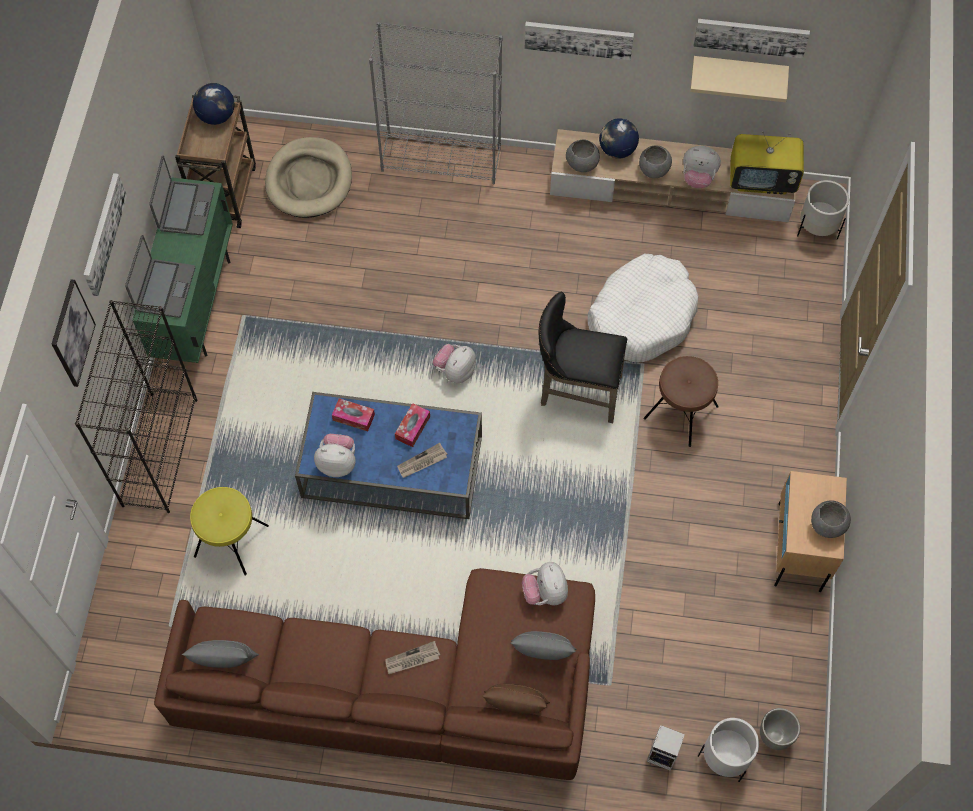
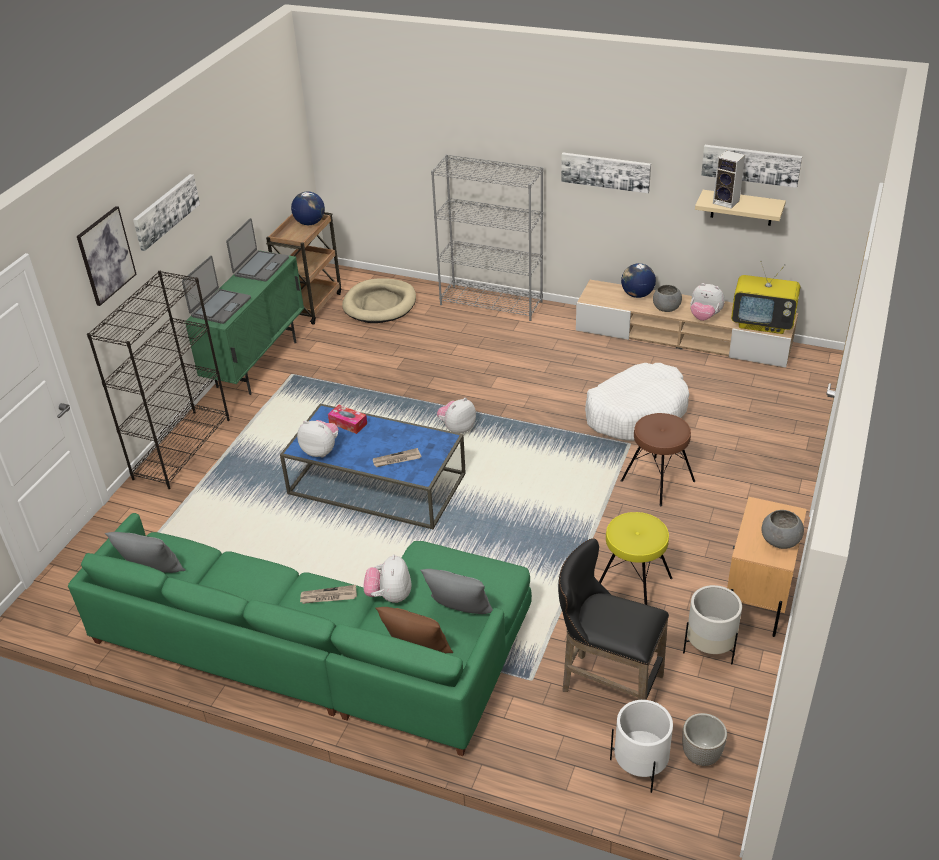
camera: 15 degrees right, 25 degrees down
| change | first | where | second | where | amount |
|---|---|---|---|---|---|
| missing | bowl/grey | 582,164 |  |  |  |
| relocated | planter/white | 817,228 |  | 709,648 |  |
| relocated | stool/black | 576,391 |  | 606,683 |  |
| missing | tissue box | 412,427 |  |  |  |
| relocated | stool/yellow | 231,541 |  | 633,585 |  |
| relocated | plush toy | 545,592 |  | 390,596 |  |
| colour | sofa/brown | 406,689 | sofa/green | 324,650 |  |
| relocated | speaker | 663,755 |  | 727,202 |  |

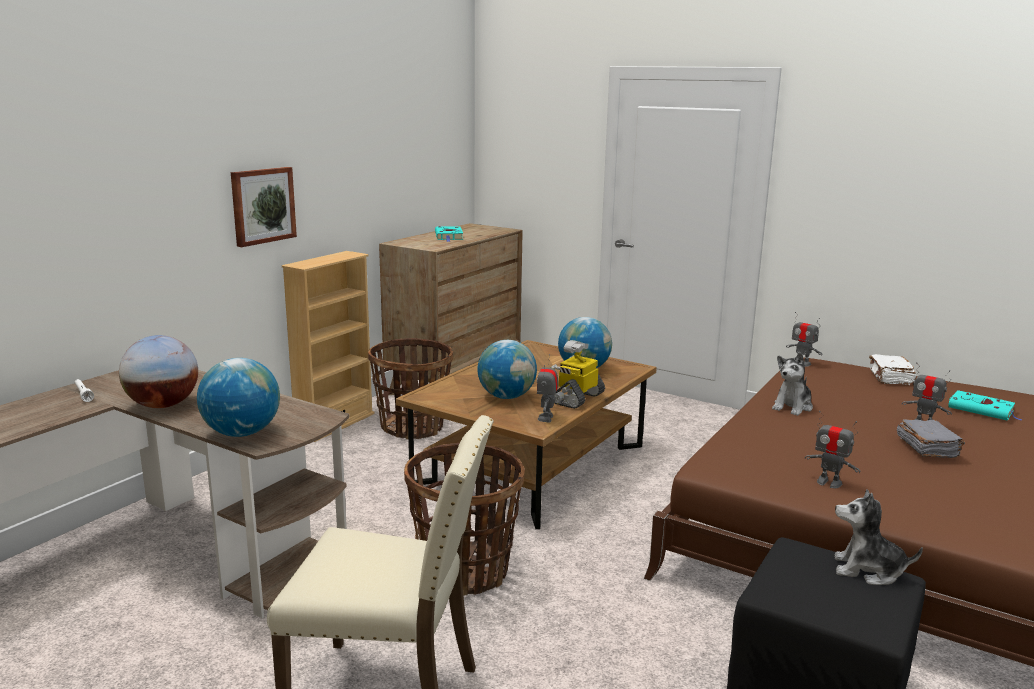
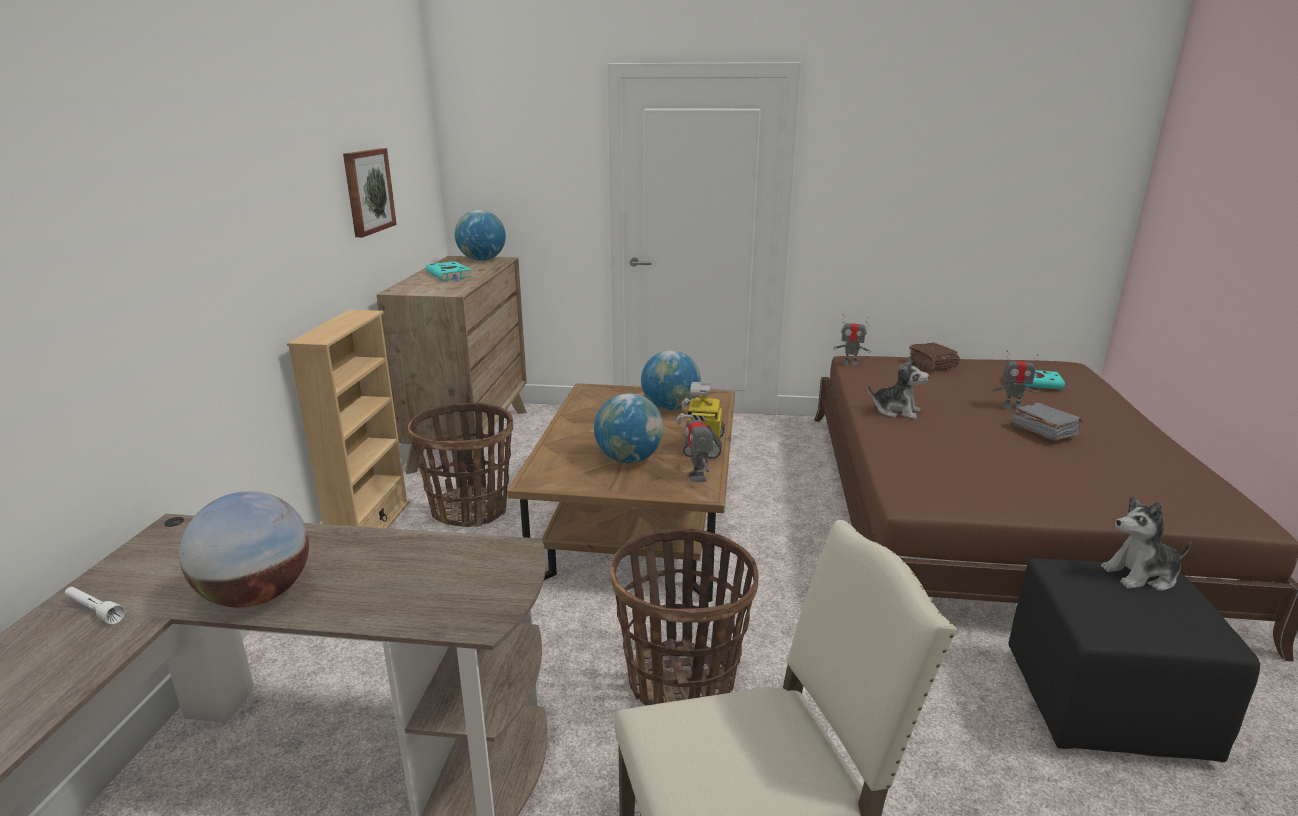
camera: 25 degrees left, 5 degrees up
| change | first | where | second | where | amount |
|---|---|---|---|---|---|
| relocated | picture | 262,205 |  | 368,191 |  |
| spun | plush toy | 792,407 |  | 896,411 | 75 degrees counterclockwise |
| colour | book/white | 890,378 | book/brown | 932,364 |  |
| relocated | globe | 242,433 |  | 482,260 |  |
| missing | toy robot | 829,483 |  |  |  |

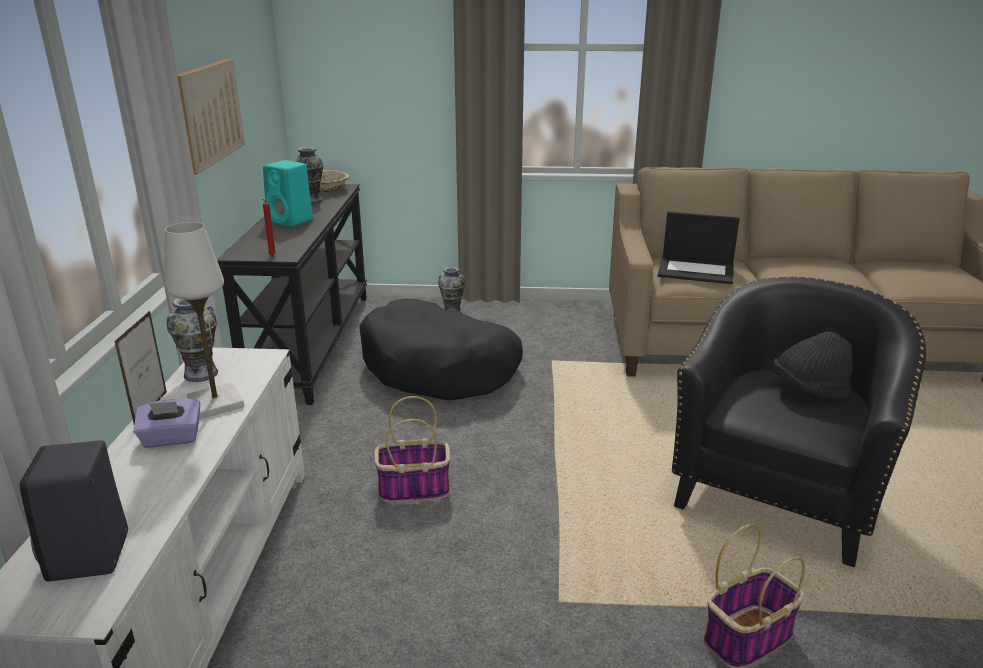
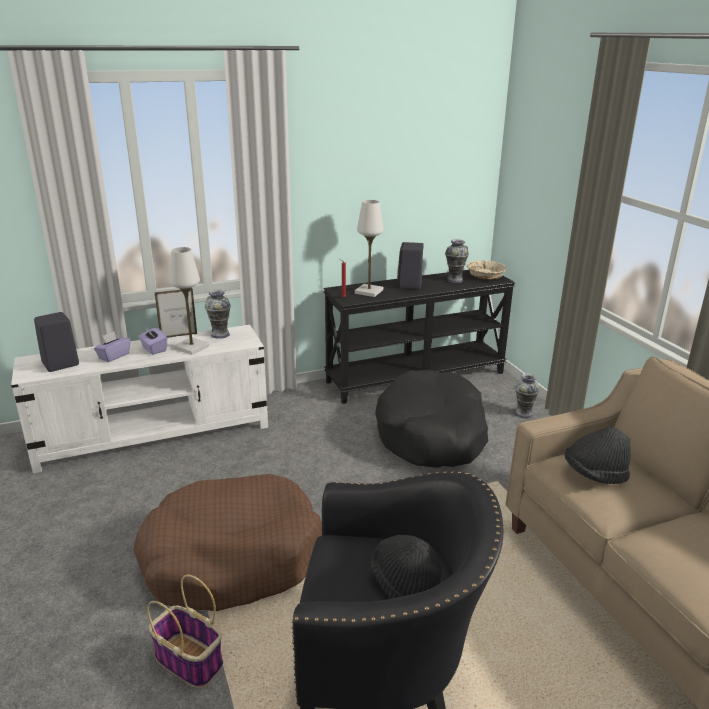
camera: 65 degrees right, 0 degrees up
| change | first | where | second | where | amount |
|---|---|---|---|---|---|
| missing | picture | 207,113 |  |  |  |
| colour | speaker/turquoise | 292,221 | speaker/black | 409,285 |  |
| exchanged | laptop | 697,271 | hat/black | 595,474 |  |
| missing | basket | 413,489 |  |  |  |
| appeared |  |  | table lamp/white | 369,292 |  |
| appeared |  |  | tissue box/purple | 114,356 |  |
| appeared |  |  | dog bed/brown | 232,558 |  |

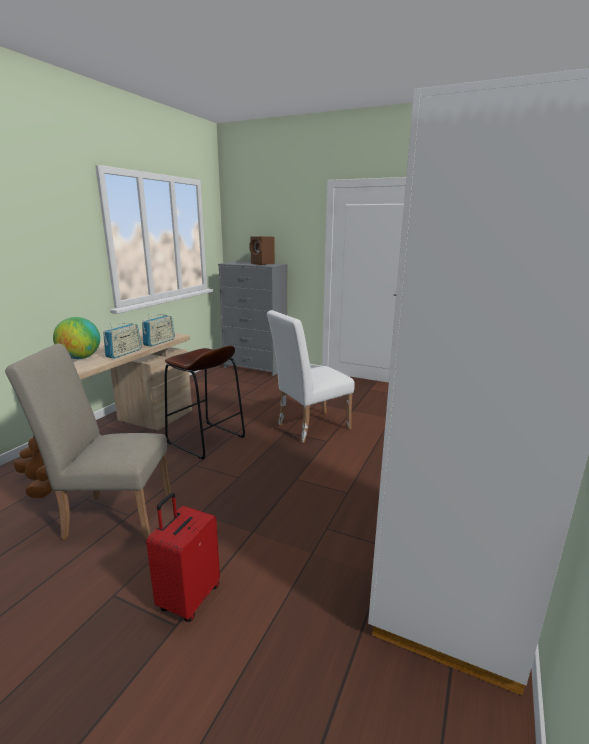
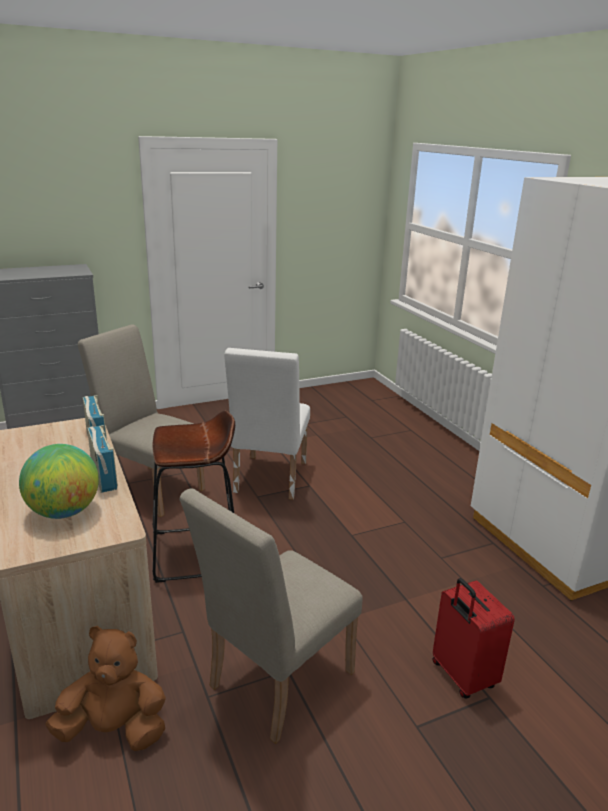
camera: 50 degrees left, 5 degrees up
| change | first | where | second | where | amount |
|---|---|---|---|---|---|
| missing | speaker/brown | 263,264 |  |  |  |
| appeared |  |  | chair/beige | 150,487 |  |

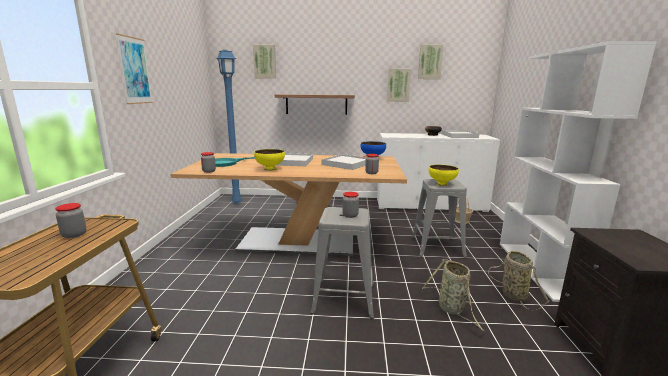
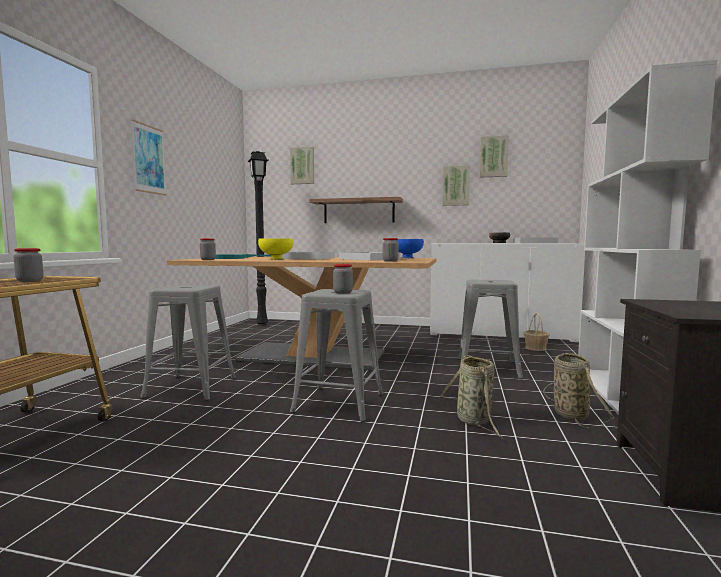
camera: 10 degrees right, 10 degrees down
| change | first | where | second | where | amount |
|---|---|---|---|---|---|
| colour | floor lamp/blue | 237,202 | floor lamp/black | 263,325 |  |
| missing | bowl/yellow | 441,184 |  |  |  |
| appeared |  |  | stool/grey | 191,387 |  |

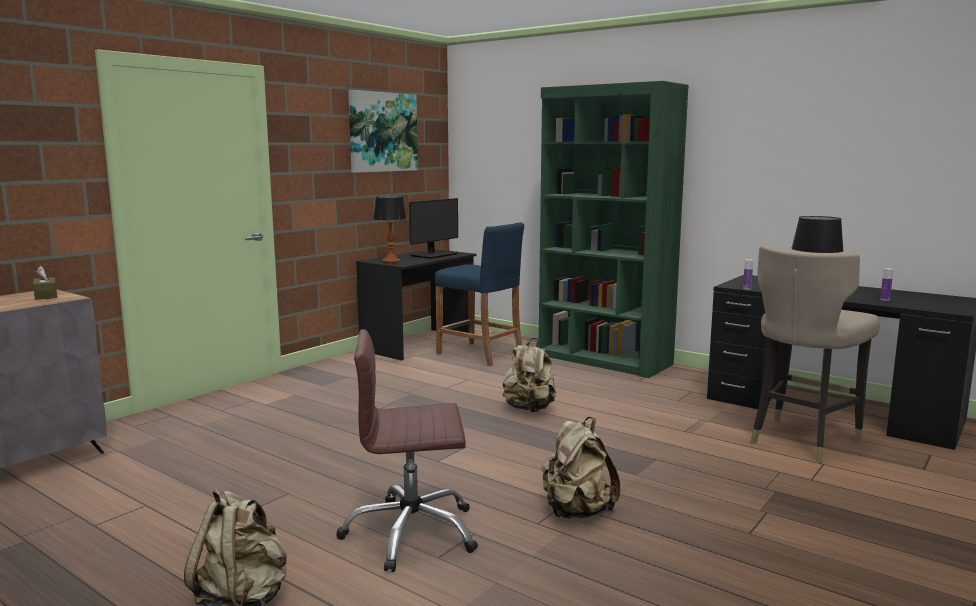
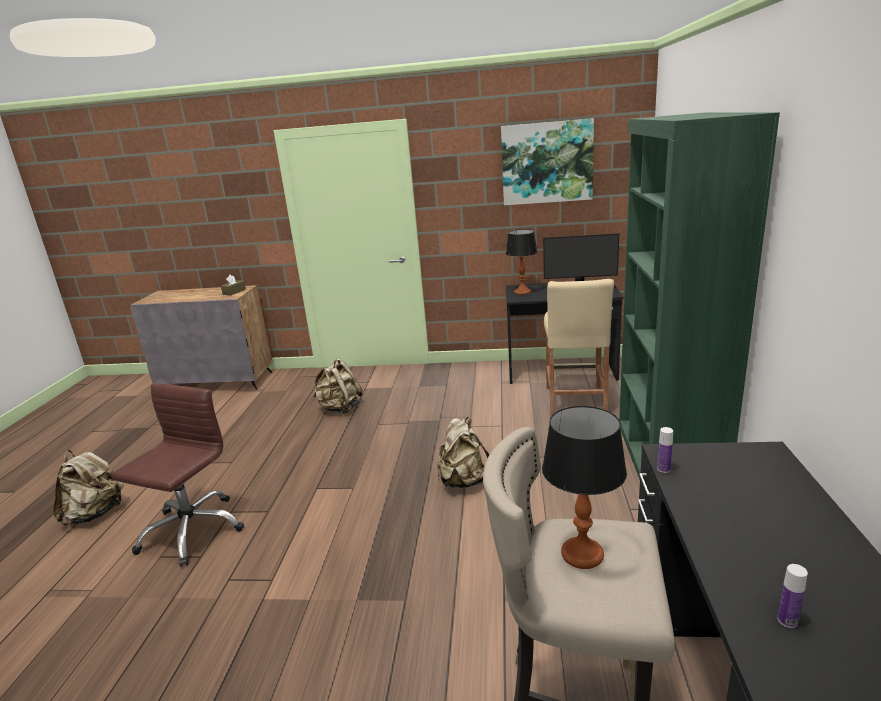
camera: 60 degrees right, 10 degrees up
| change | first | where | second | where | amount |
|---|---|---|---|---|---|
| colour | stool/blue | 479,354 | stool/beige | 575,402 |  |
| spun | office chair/brown | 411,533 |  | 191,530 | 60 degrees clockwise |
| relocated | backpack/beige | 576,512 |  | 340,408 |  |

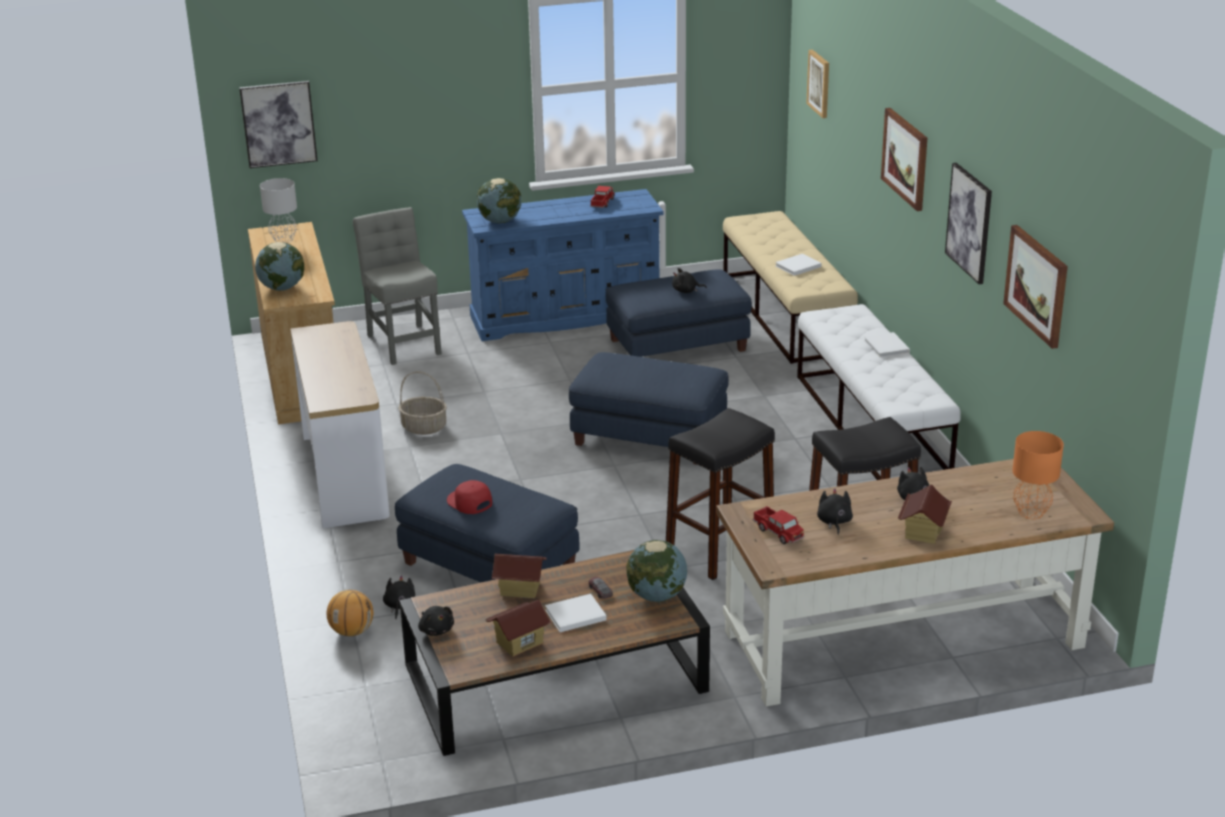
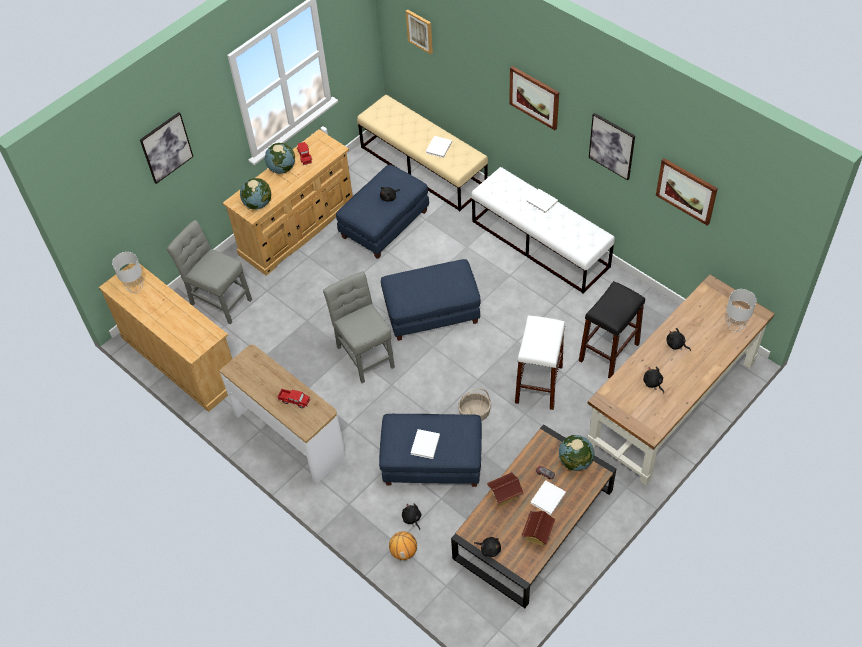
camera: 30 degrees left, 25 degrees up
| change | first | where | second | where | amount |
|---|---|---|---|---|---|
| relocated | picture | 278,124 |  | 166,147 |  |
| colour | dresser/blue | 567,316 | dresser/beige | 298,228 |  |
| relocated | globe | 282,288 |  | 282,168 |  |
| relocated | basket | 423,427 |  | 474,413 |  |
| colour | stool/black | 719,549 | stool/white | 538,384 |  |
| colour | table lamp/orange | 1031,513 | table lamp/grey | 735,327 |  |
| exchanged | cap/red | 469,502 | book/white | 425,445 |  |
| missing | toy house | 922,532 |  |  |  |
| relocated | toy truck | 778,532 |  | 294,400 |  |
| appeared |  |  | chair/grey | 364,354 |  |

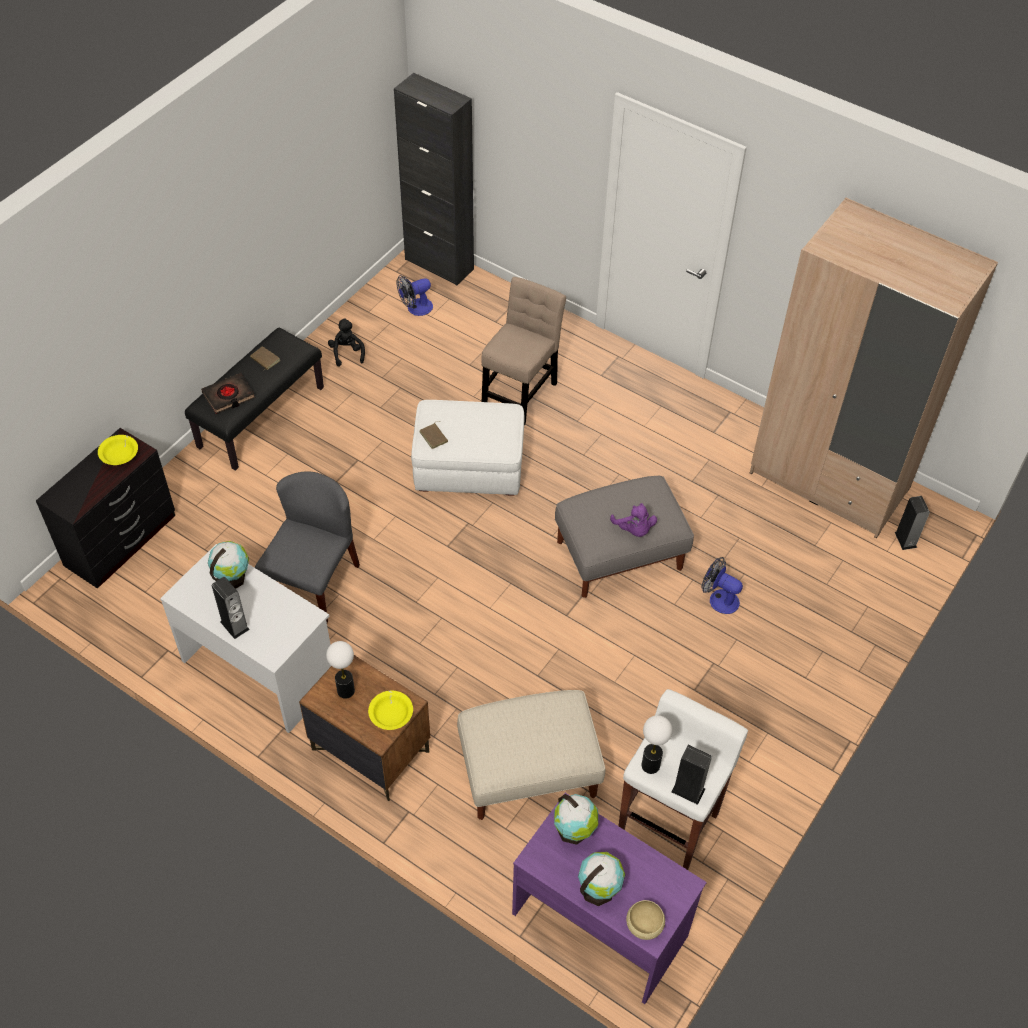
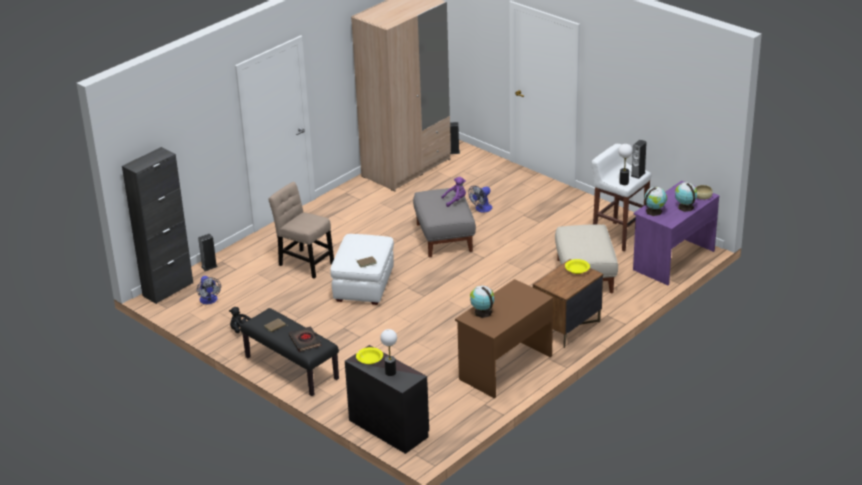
camera: 80 degrees left, 20 degrees down
| change | first | where | second | where | amount |
|---|---|---|---|---|---|
| missing | chair/grey | 313,584 |  |  |  |
| colour | desk/white | 260,669 | desk/brown | 504,367 |  |
| relocated | speaker | 234,625 |  | 209,266 |  |
| relocated | table lamp | 345,691 |  | 390,372 |  |

